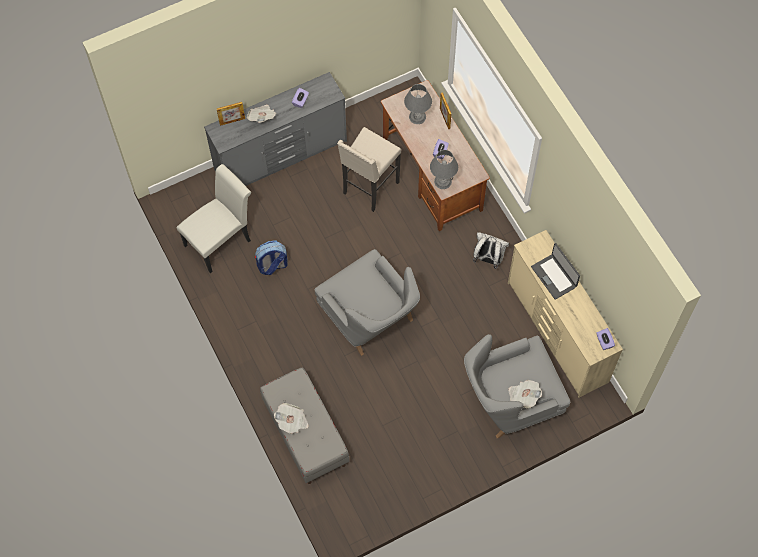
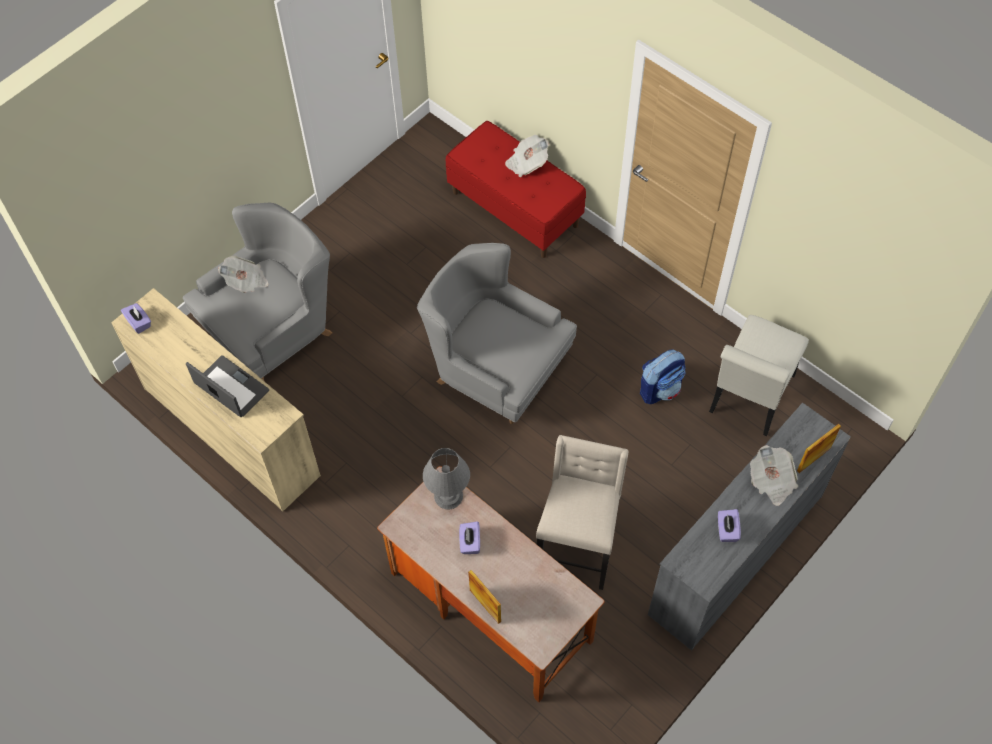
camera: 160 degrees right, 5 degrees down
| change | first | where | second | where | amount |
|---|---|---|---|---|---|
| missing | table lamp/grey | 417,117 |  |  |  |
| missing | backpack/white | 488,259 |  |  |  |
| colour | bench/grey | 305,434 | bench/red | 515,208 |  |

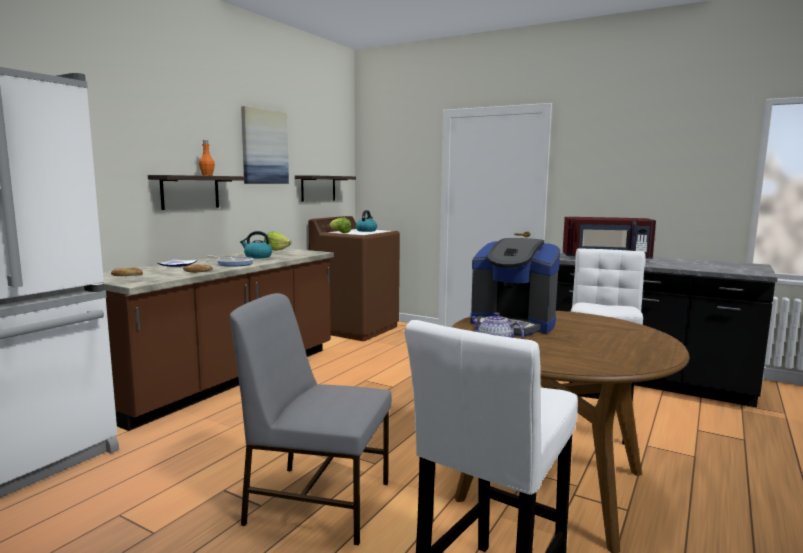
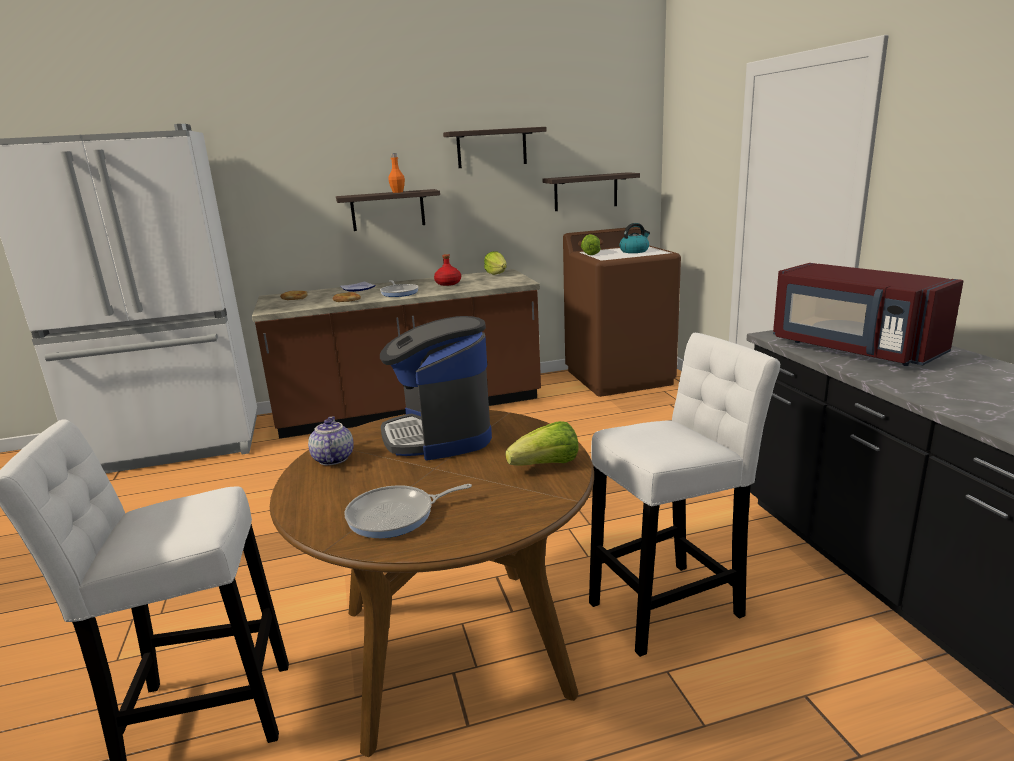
camera: 45 degrees right, 10 degrees up
| change | first | where | second | where | amount |
|---|---|---|---|---|---|
| exchanged | picture | 264,147 | shelf | 491,148 |  |
| exchanged | kettle | 257,257 | bottle/red | 448,283 |  |
| missing | chair/grey | 317,501 |  |  |  |
| appeared |  |  | lettuce | 546,465 |  |
| appeared |  |  | frying pan | 396,516 |  |

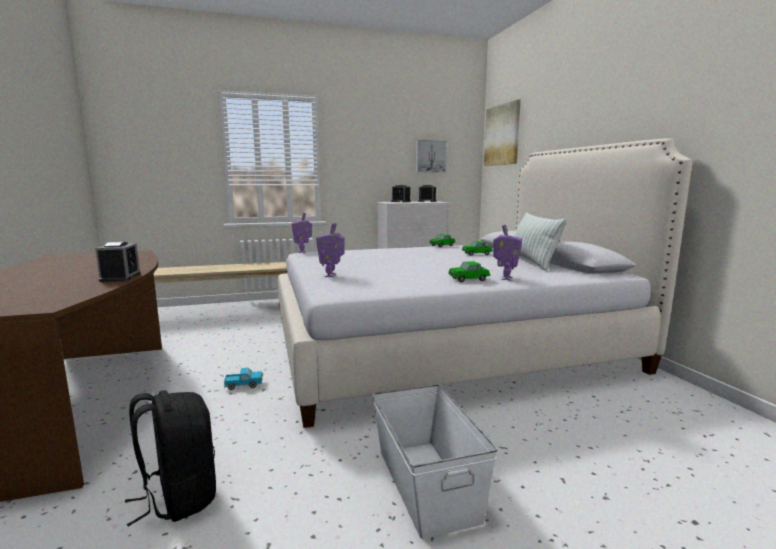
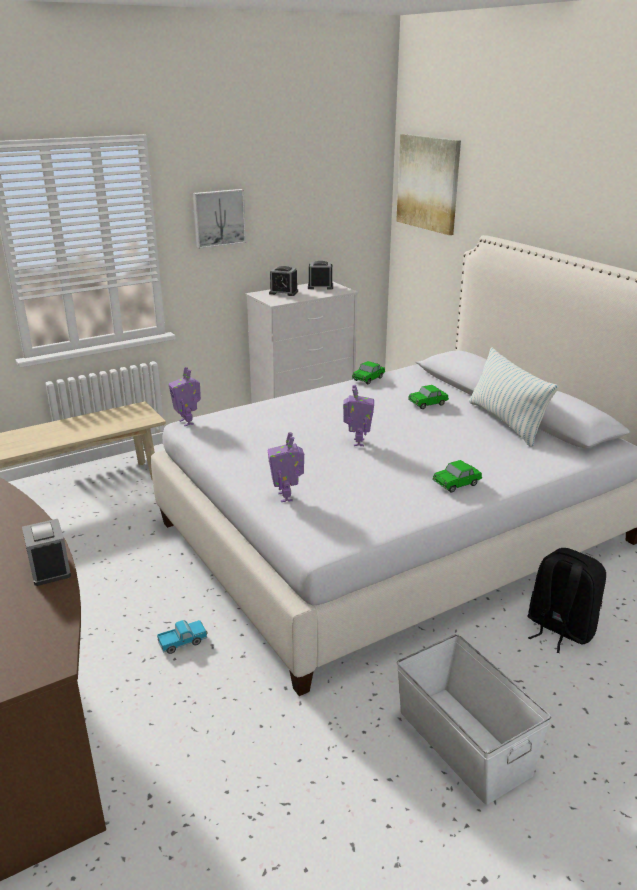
camera: 15 degrees left, 15 degrees up
| change | first | where | second | where | amount |
|---|---|---|---|---|---|
| relocated | picture | 430,156 |  | 218,218 |  |
| relocated | toy robot | 505,278 |  | 357,442 |  |
| relocated | backpack/black | 179,497 |  | 559,629 |  |

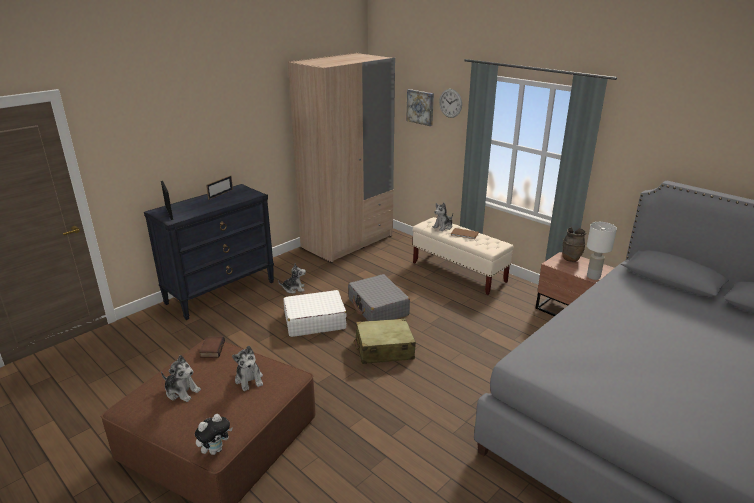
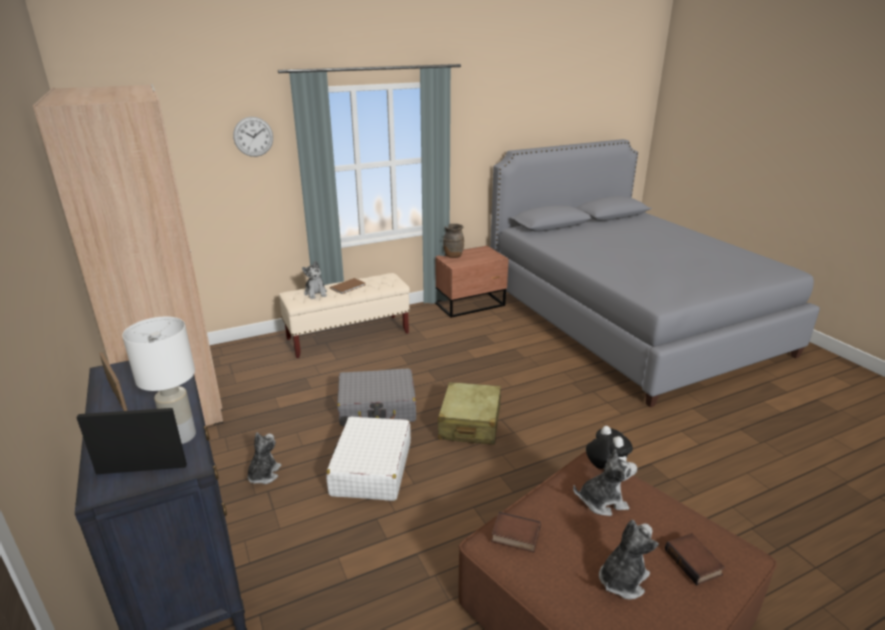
camera: 70 degrees left, 0 degrees up
| change | first | where | second | where | amount |
|---|---|---|---|---|---|
| missing | picture | 421,107 |  |  |  |
| relocated | table lamp/white | 593,276 |  | 180,437 |  |
| relocated | plush toy | 215,449 |  | 604,470 |  |
| appeared |  |  | book | 694,562 |  |

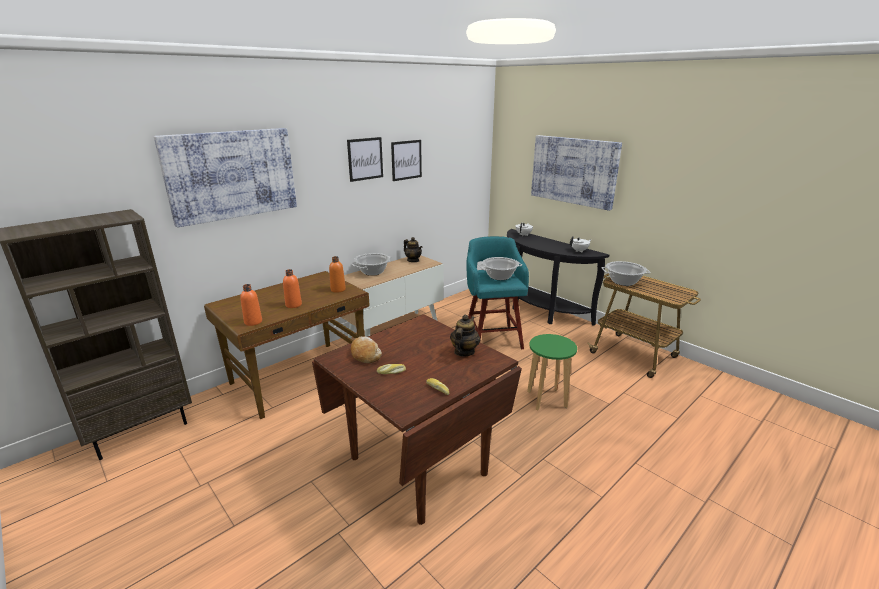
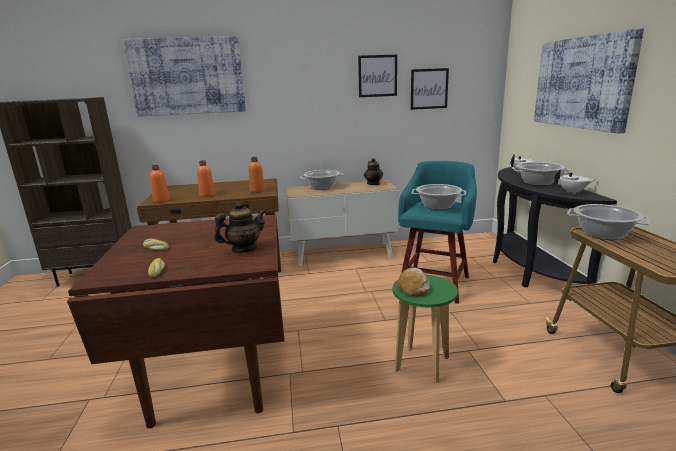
camera: 35 degrees right, 5 degrees down
| change | first | where | second | where | amount |
|---|---|---|---|---|---|
| relocated | picture | 365,159 |  | 429,89 |  |
| relocated | bread | 365,354 |  | 413,287 |  |
| appeared |  |  | cooking pot | 537,183 |  |

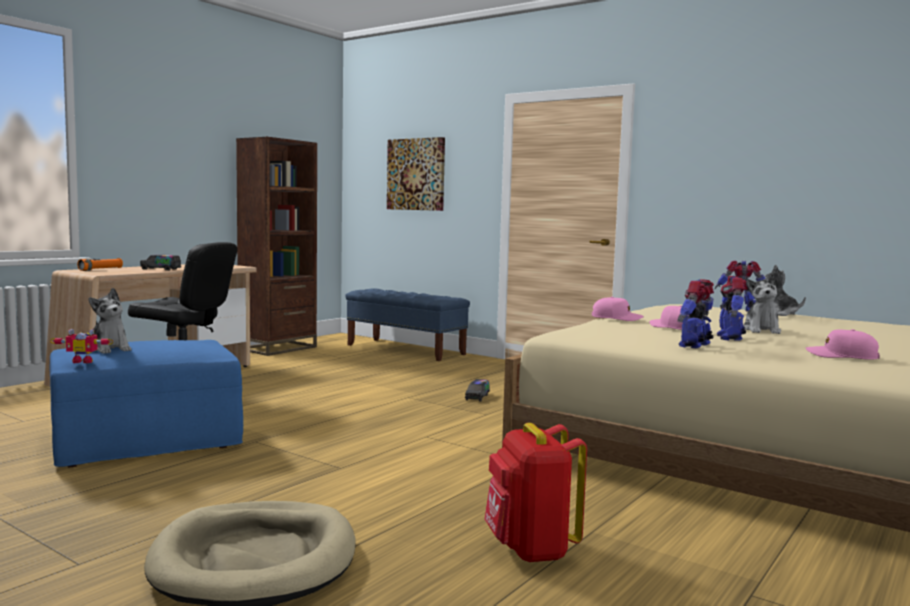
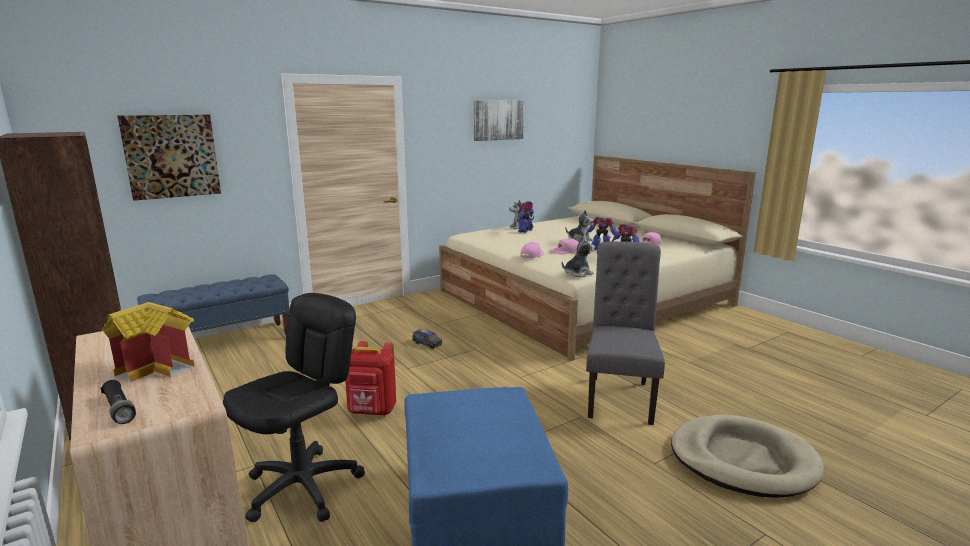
camera: 70 degrees left, 10 degrees up
| change | first | where | second | where | amount |
|---|---|---|---|---|---|
| exchanged | toy truck | 160,269 | toy house | 159,367 |  |
| colour | flashlight/orange | 100,270 | flashlight/black | 119,409 |  |
| relocated | plush toy | 109,349 |  | 577,273 |  |
| missing | toy robot | 84,361 |  |  |  |
| relocated | backpack/red | 530,550 |  | 372,411 |  |
| appeared |  |  | picture | 498,120 |  |
| appeared |  |  | chair/grey | 619,396 |  |

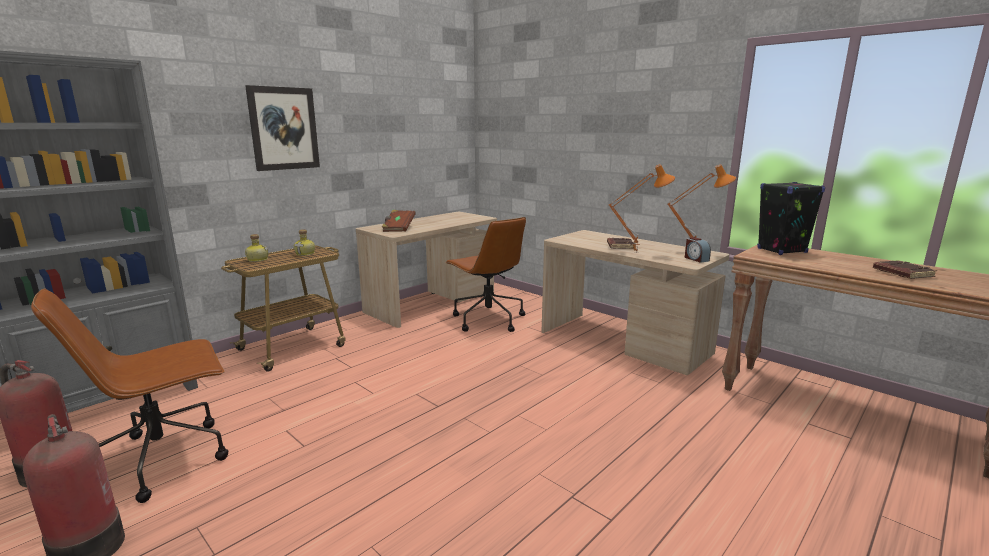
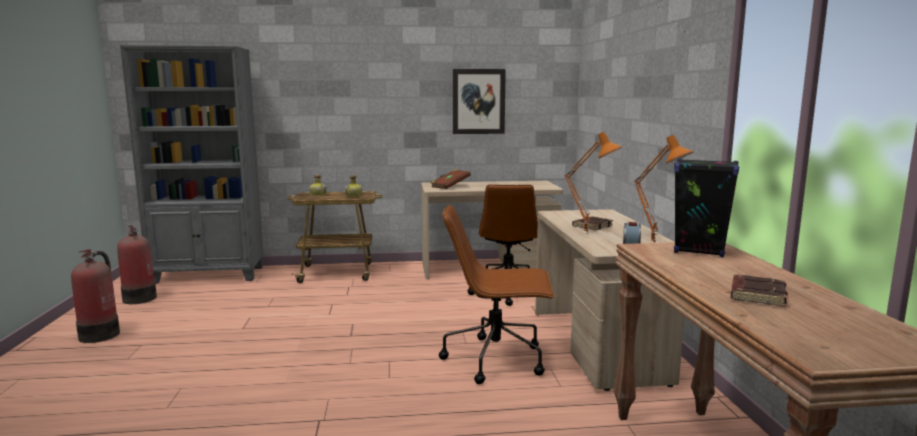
camera: 40 degrees right, 5 degrees down
| change | first | where | second | where | amount |
|---|---|---|---|---|---|
| relocated | picture | 284,128 |  | 478,101 |  |
| relocated | office chair/brown | 163,458 |  | 497,359 |  |

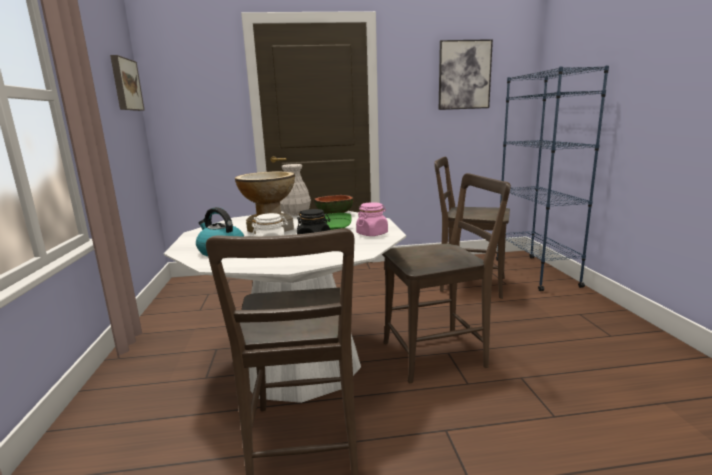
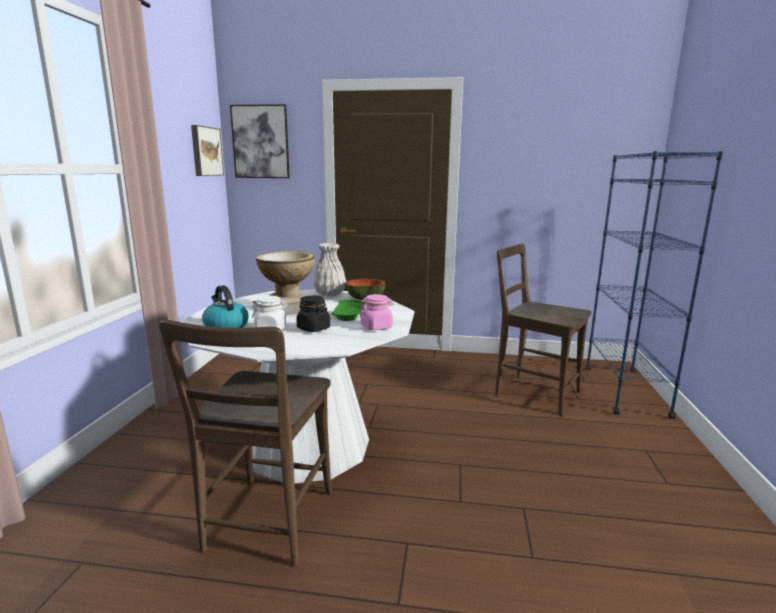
camera: 15 degrees right, 0 degrees up
| change | first | where | second | where | amount |
|---|---|---|---|---|---|
| relocated | picture | 464,75 |  | 260,142 |  |
| missing | chair/brown | 439,354 |  |  |  |

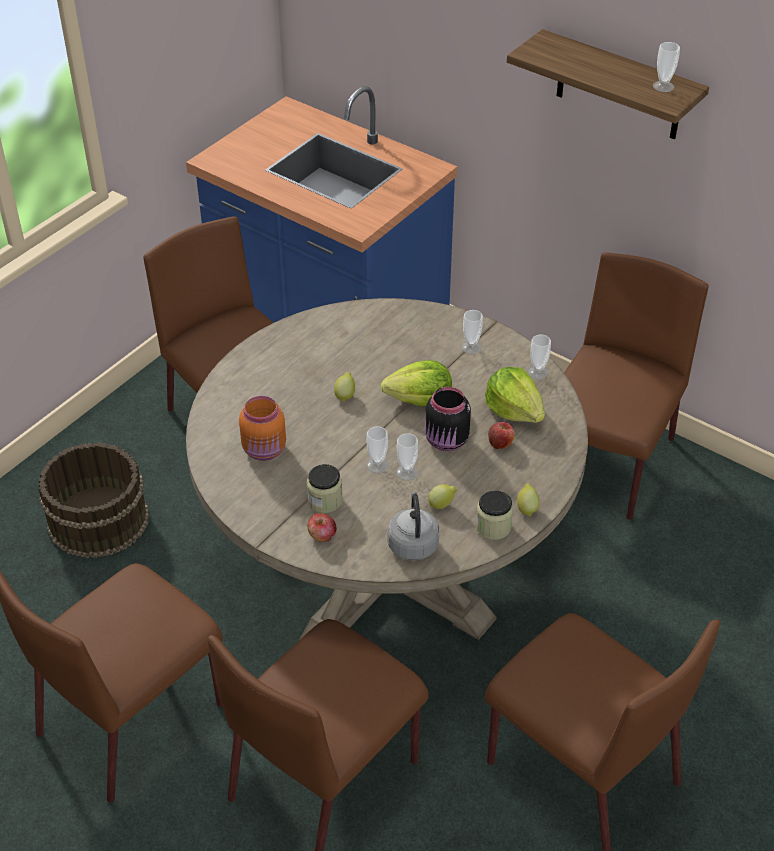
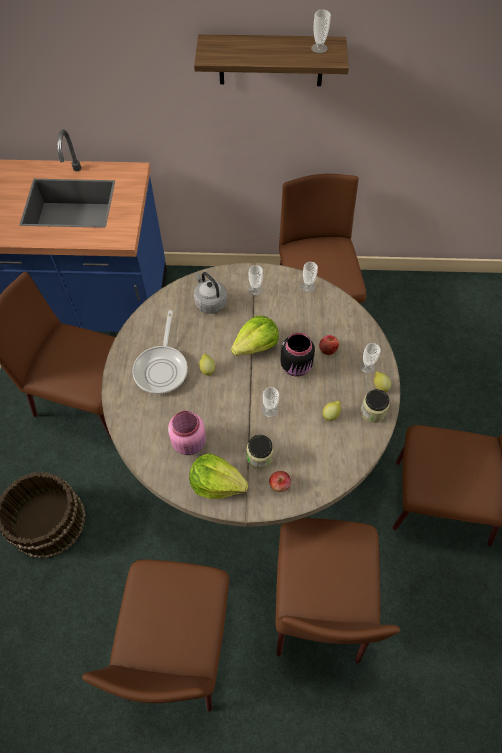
camera: 35 degrees left, 15 degrees up
| change | first | where | second | where | amount |
|---|---|---|---|---|---|
| relocated | lettuce | 514,410 |  | 216,482 |  |
| colour | jar/orange | 265,450 | jar/pink | 190,442 |  |
| relocated | cup | 407,472 |  | 367,366 |  |
| relocated | kettle/grey | 413,543 |  | 209,302 |  |
| appeared |  |  | frying pan | 162,368 |  |

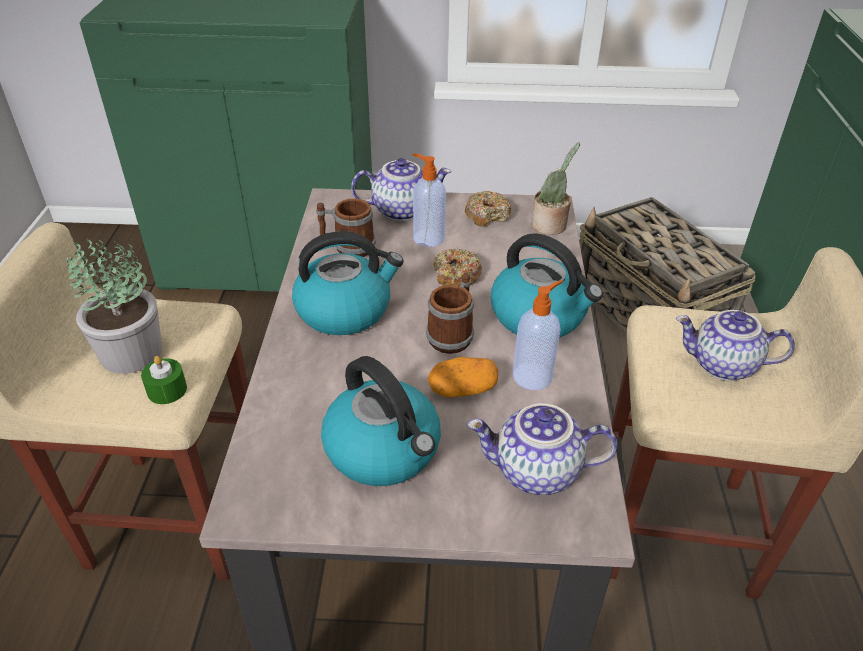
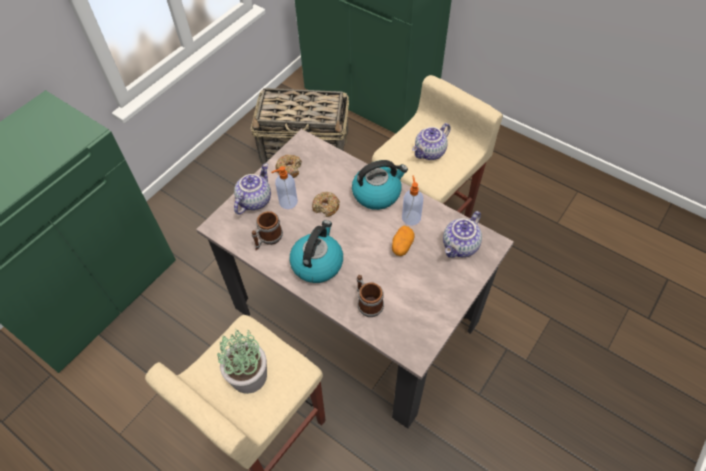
camera: 55 degrees left, 15 degrees up
| change | first | where | second | where | amount |
|---|---|---|---|---|---|
| missing | potted plant | 550,226 |  |  |  |
| relocated | mug | 453,334 |  | 367,303 |  |
| missing | candle/green | 167,390 |  |  |  |
| missing | kettle | 384,450 |  |  |  |

